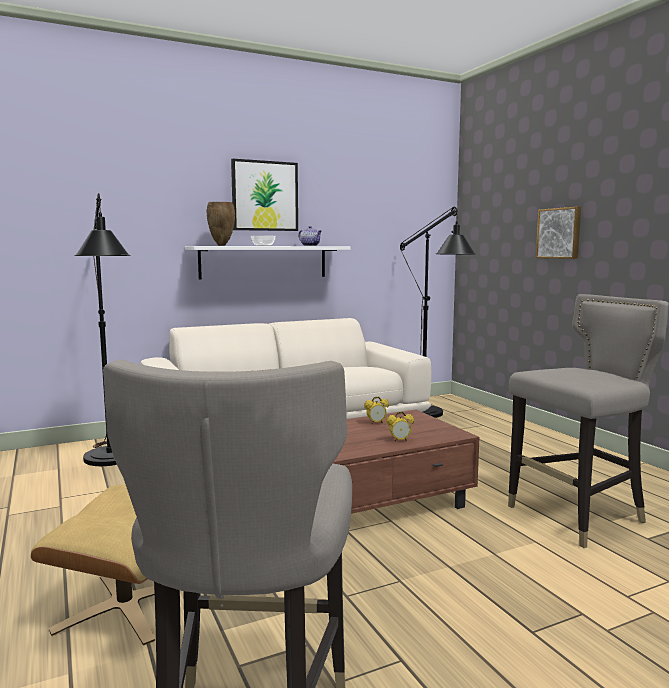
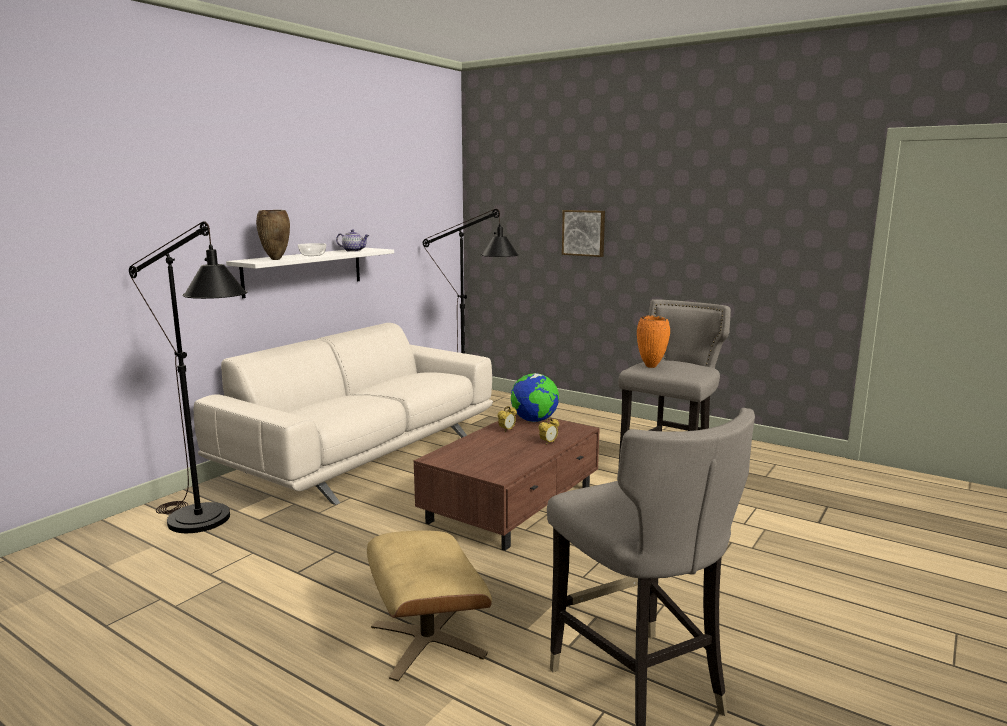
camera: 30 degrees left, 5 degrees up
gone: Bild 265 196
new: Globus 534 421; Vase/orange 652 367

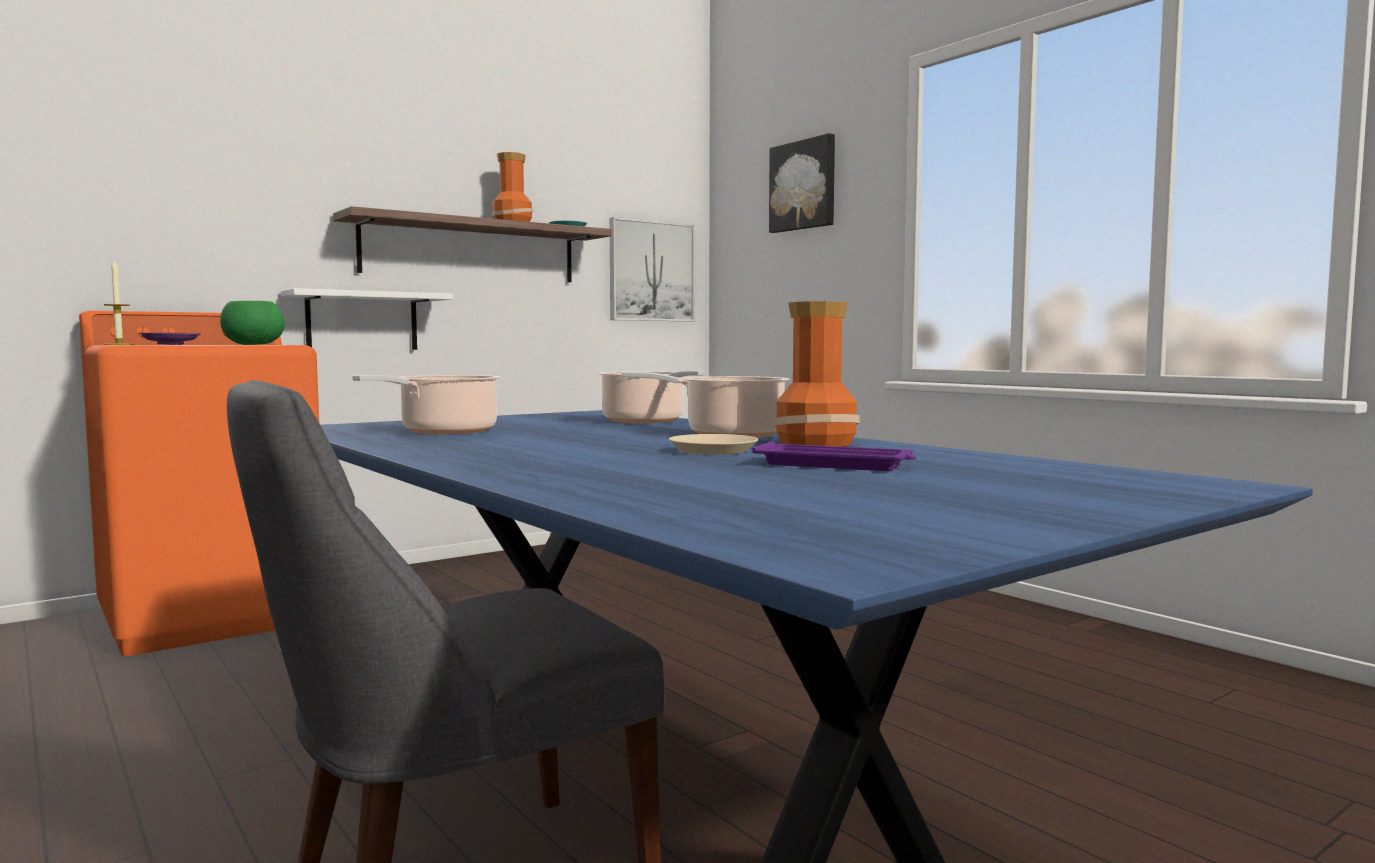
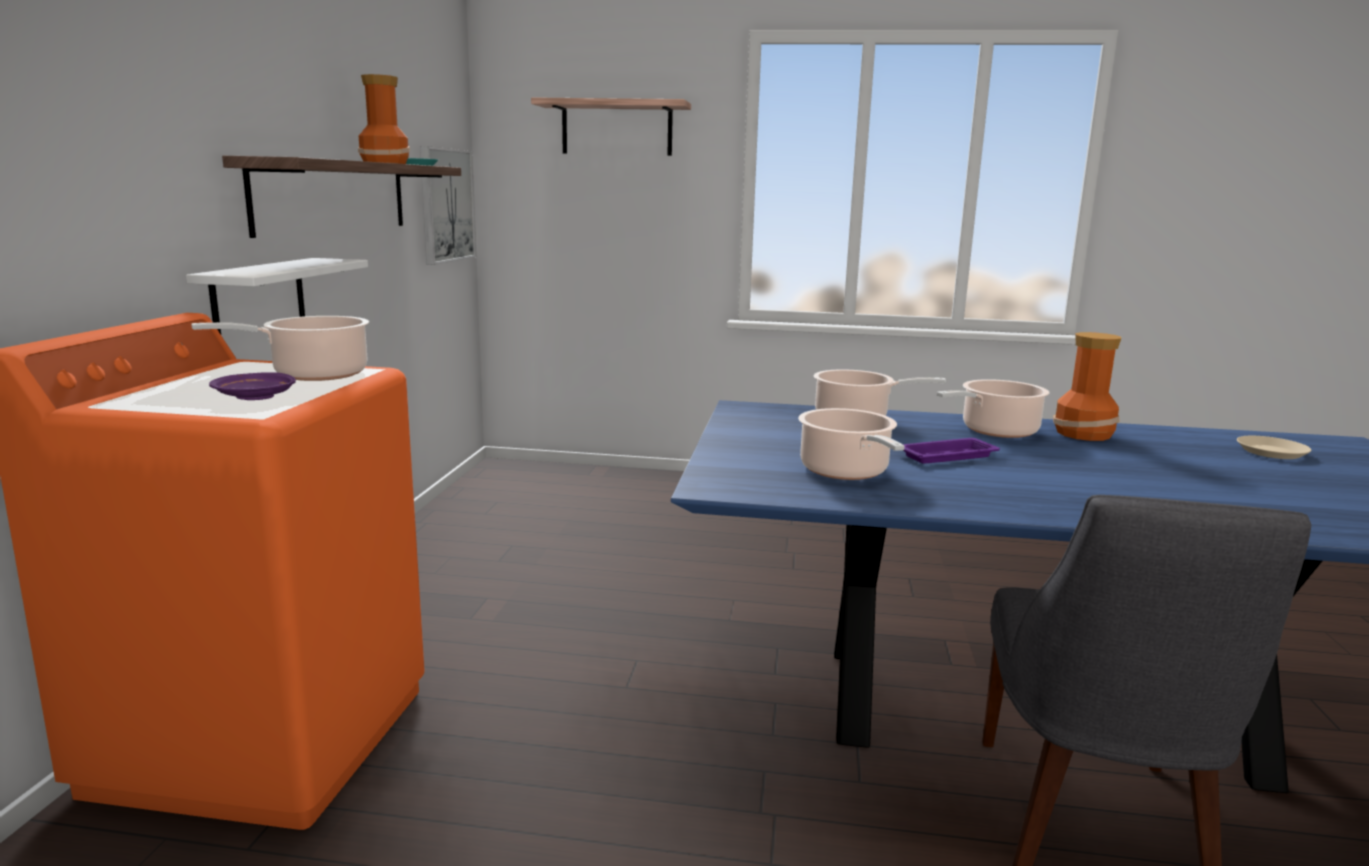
camera: 45 degrees left, 10 degrees up
gone: Kerze 119 344
shifted: Teller/beige 713 450 to 1271 452; Tablett/lila 835 465 to 948 456
swapped: Schüssel/grün 252 344 to Kochtopf 313 375; Bild 804 185 to Wandregal 617 128

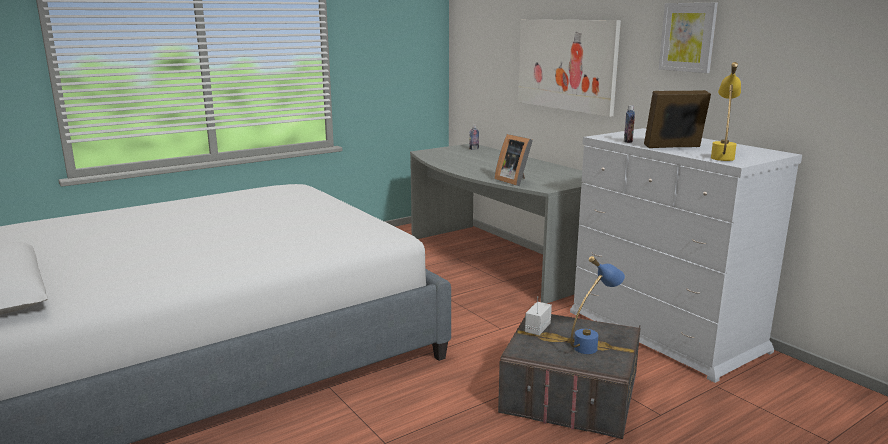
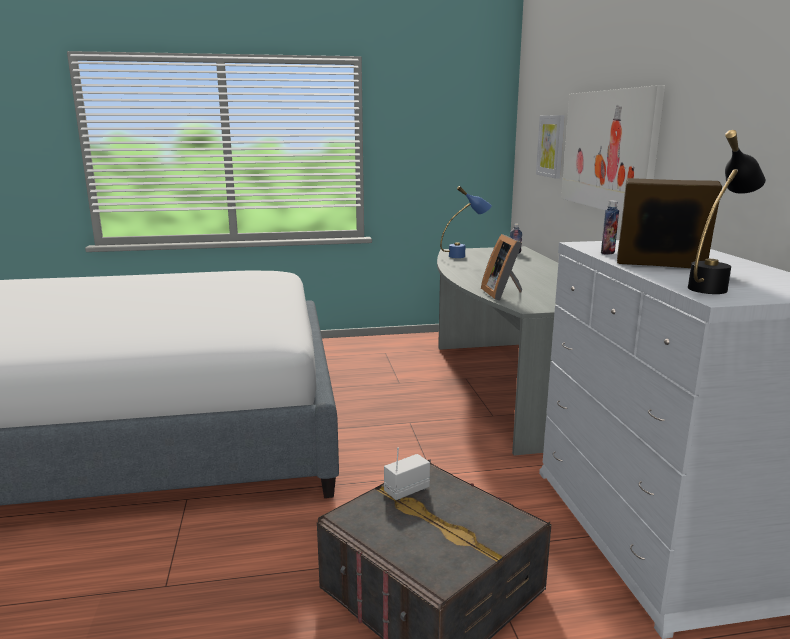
camera: 25 degrees right, 0 degrees up
shifted: Tischlampe/blau 592 344 to 464 256; Bild 688 37 to 551 146
repainted: Tischlampe/gelb 722 156 to Tischlampe/schwarz 714 286

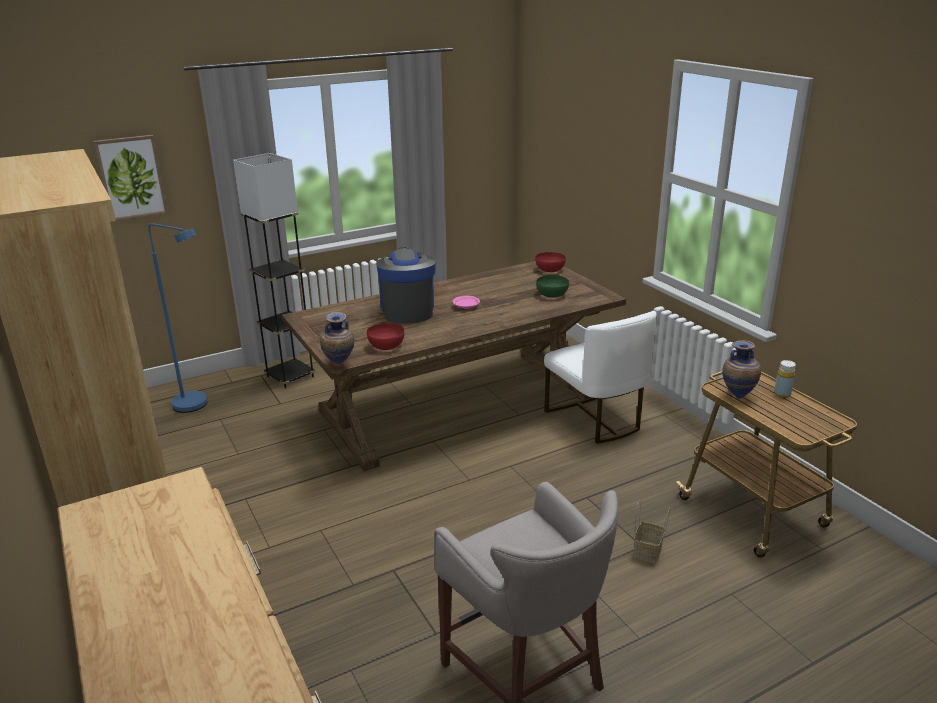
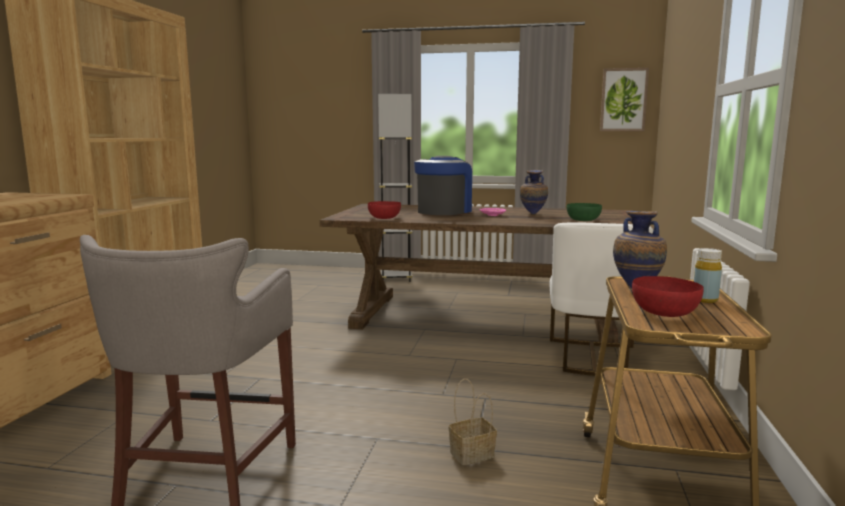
camera: 40 degrees right, 15 degrees down
gone: Stehlampe/blau 197 406
shifted: Bild 131 177 to 623 100; Vase 339 364 to 532 214; Schüssel/rot 549 270 to 663 312

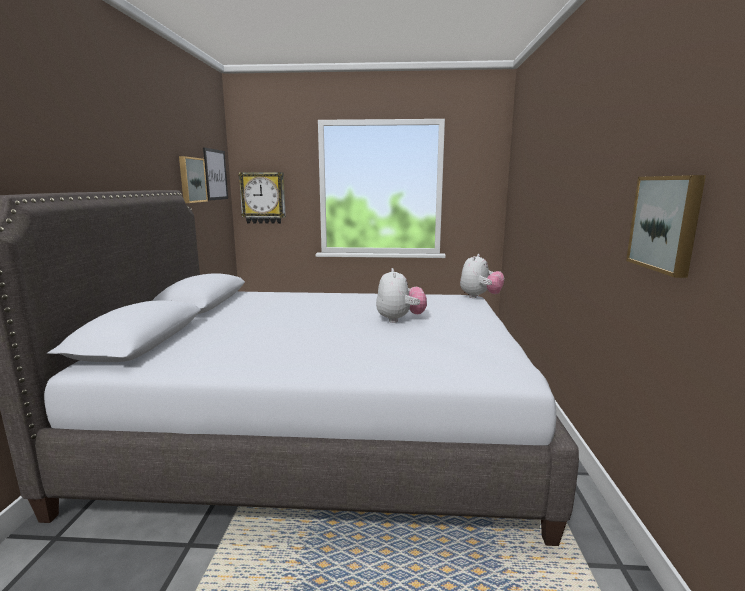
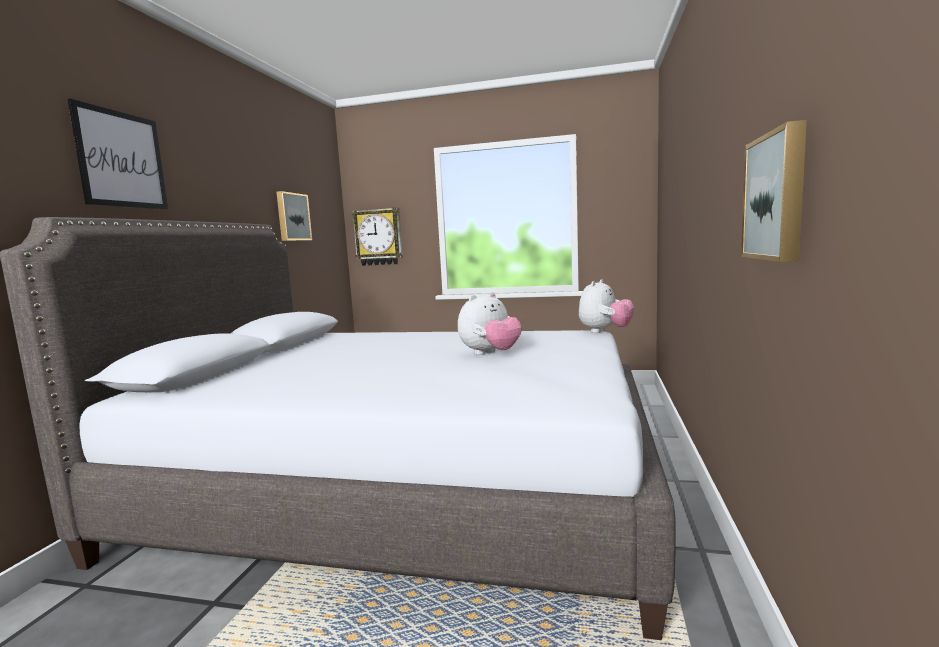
camera: 10 degrees right, 5 degrees down
shifted: Bild 215 174 to 121 159
rotated: Plüschtier 400 319 = 490 354 45 degrees clockwise

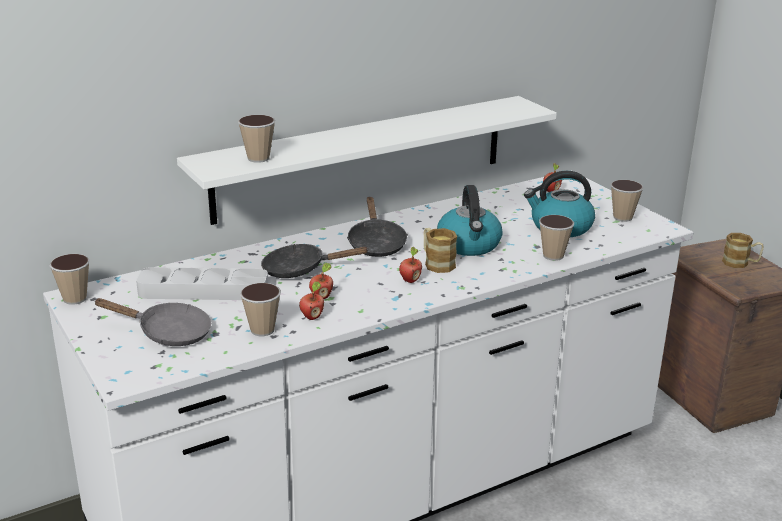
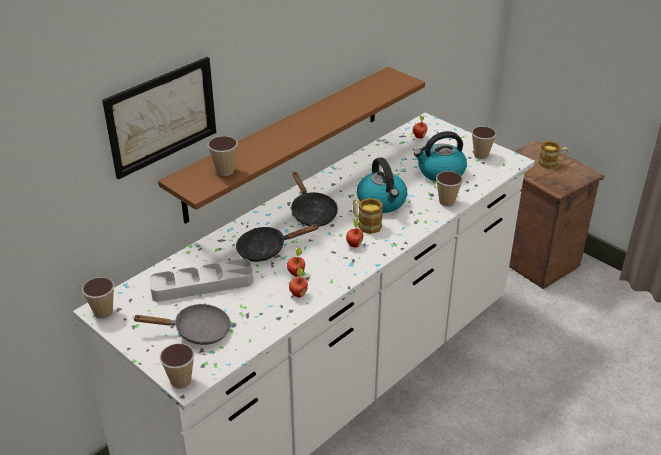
camera: 15 degrees left, 10 degrees up
new: Bild 162 116
shifted: Tasse 262 330 to 181 381
repainted: Wandregal/weiß 363 157 to Wandregal/braun 285 142

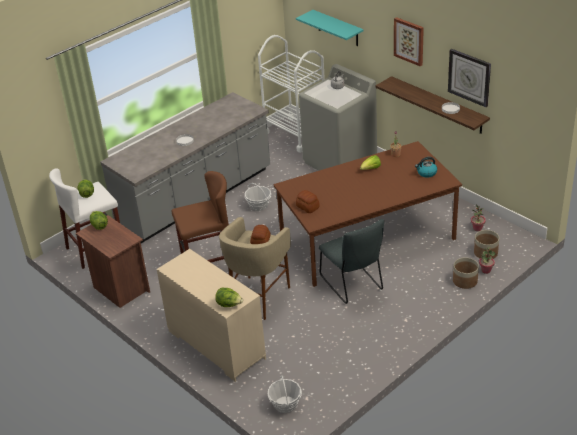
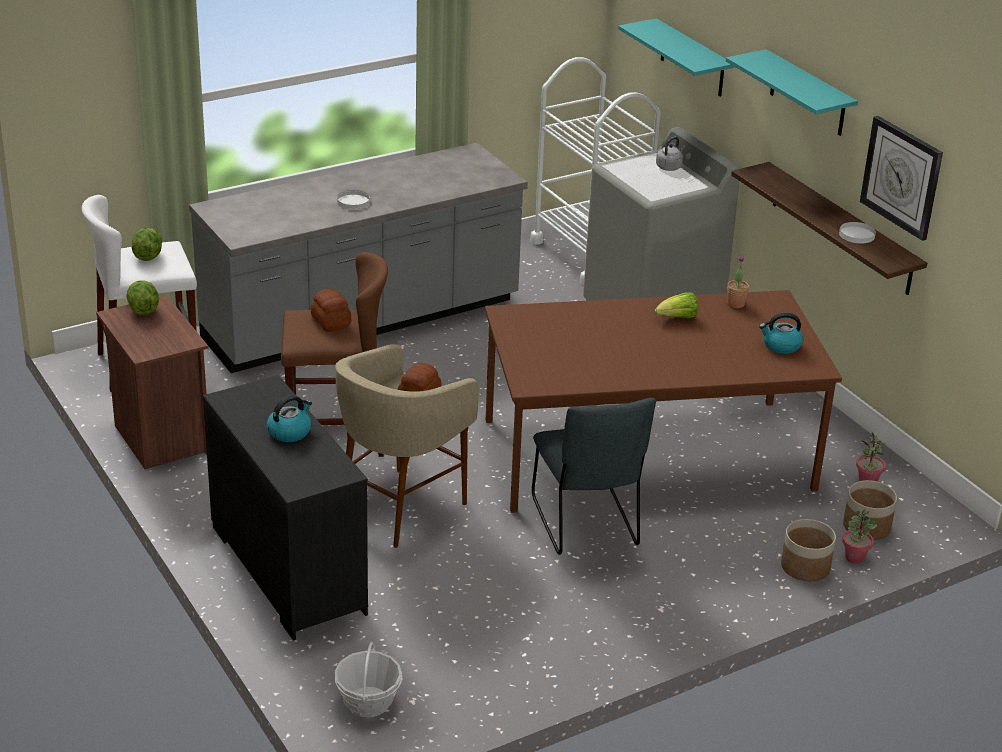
camera: 10 degrees right, 5 degrees down
gone: Salatkopf 229 305; Korb 259 205
new: Wasserkessel 290 432
shifted: Brot 307 207 to 330 322
swapped: Bild 409 41 to Wandregal/türkis 808 94
repainted: Kommode/beige 215 345 to Kommode/schwarz 286 570

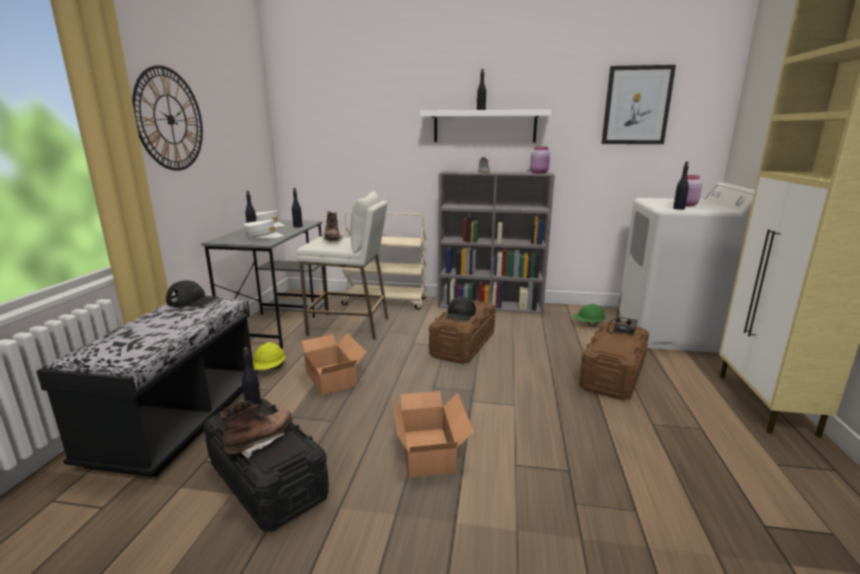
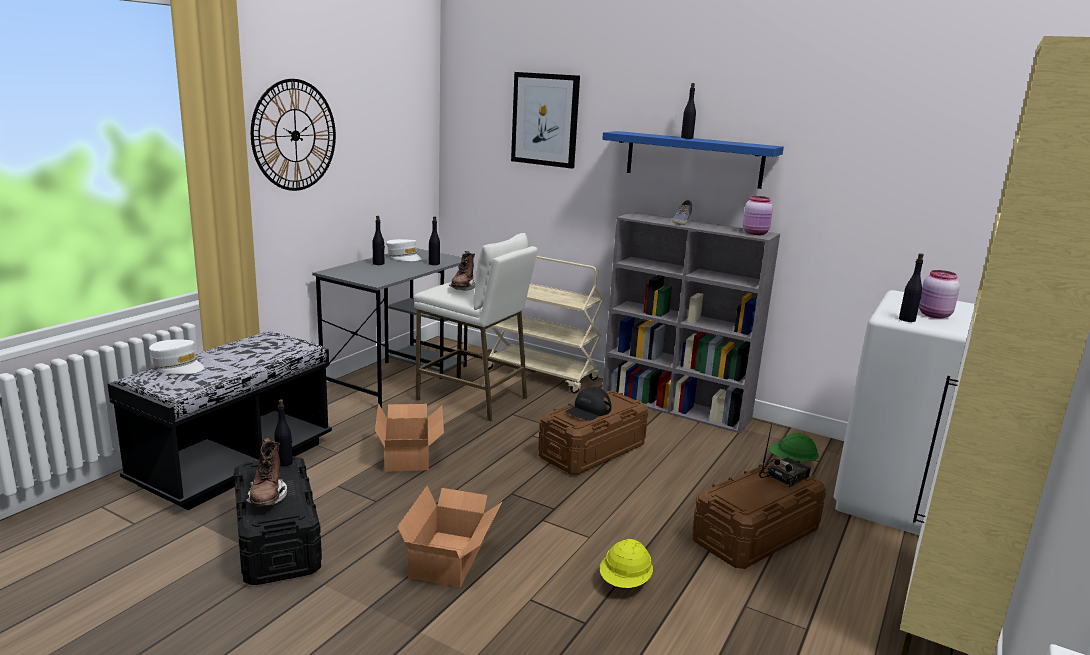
camera: 20 degrees right, 0 degrees up
gone: Kappe/schwarz 193 301
shifted: Kappe/weiß 264 236 to 178 366; Schutzhelm/gelb 269 369 to 625 582; Bild 636 105 to 545 119
repainted: Wandregal/weiß 484 126 to Wandregal/blau 693 159
rotated: Stiefel/braun 260 442 = 267 497 105 degrees clockwise

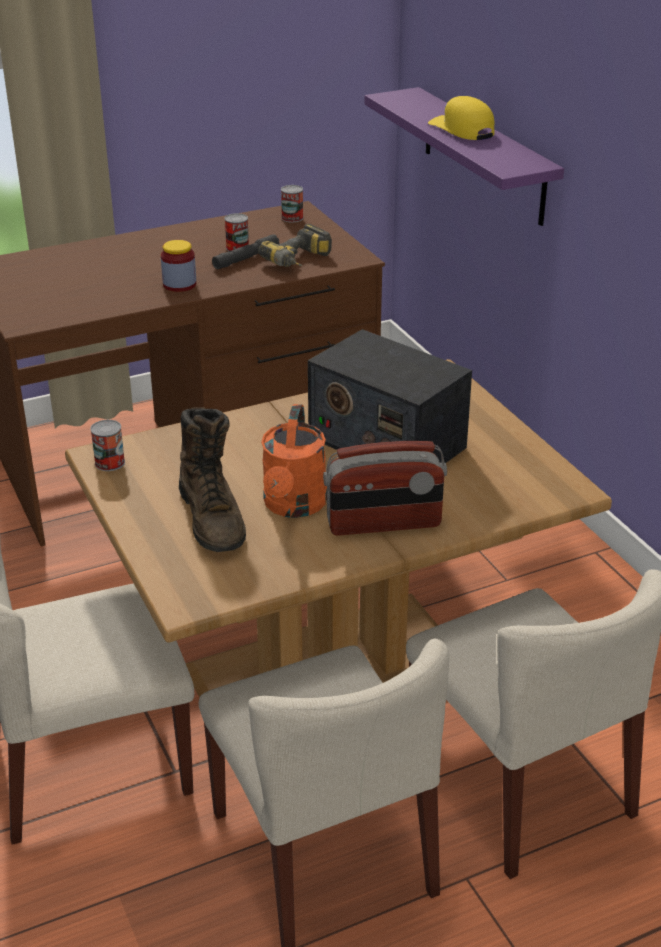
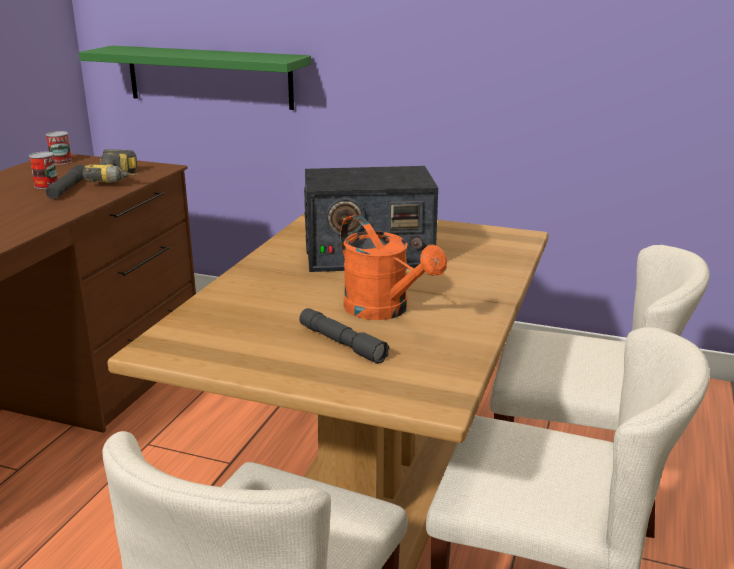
camera: 45 degrees left, 10 degrees down
gone: Dose 110 463; Vorratsglas 179 284; Radio 384 524; Kappe/gelb 462 129
swapped: Stiefel/braun 212 519 to Taschenlampe/grau 342 343
repainted: Wandregal/lila 483 155 to Wandregal/grün 209 77

